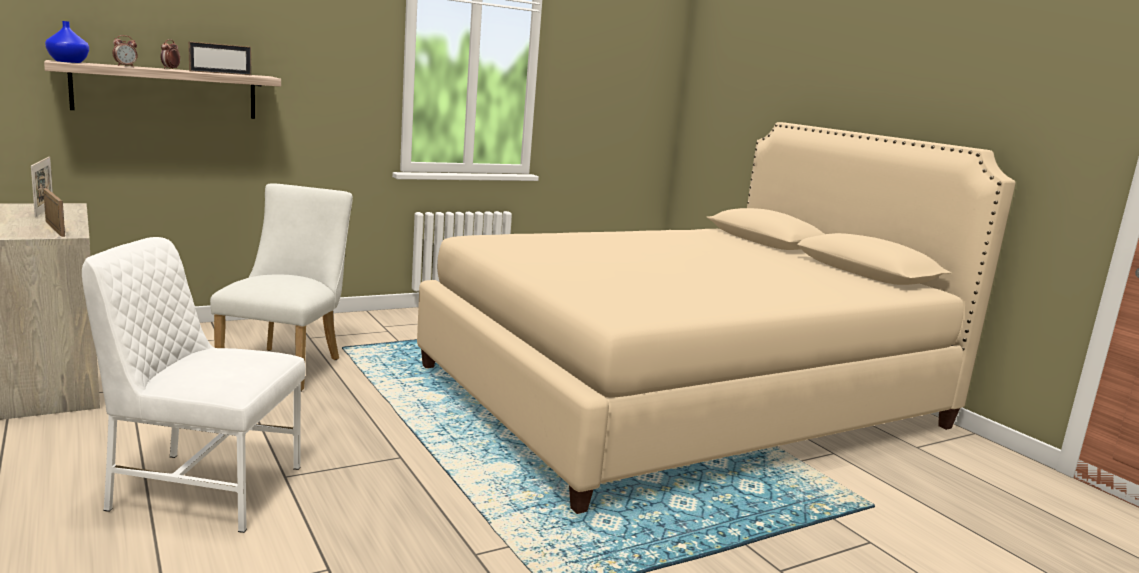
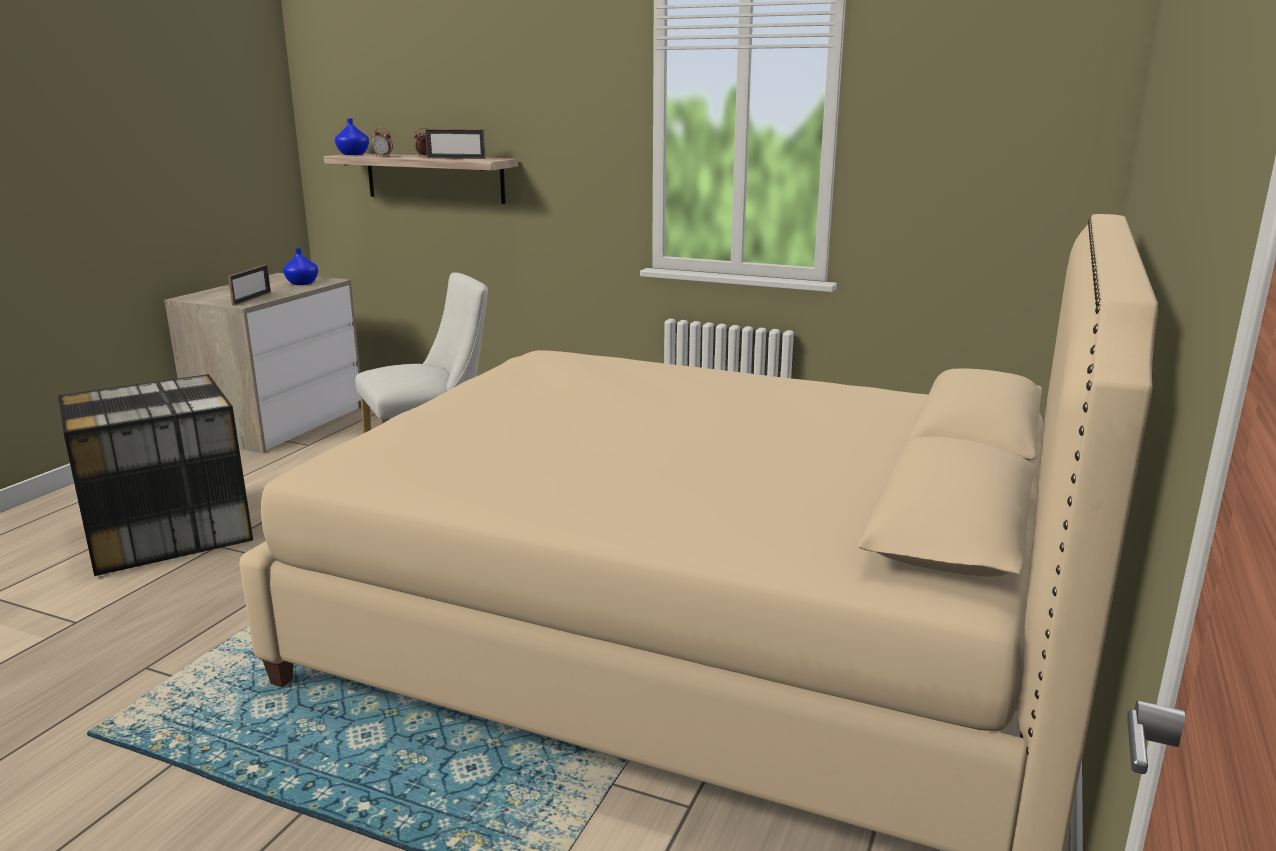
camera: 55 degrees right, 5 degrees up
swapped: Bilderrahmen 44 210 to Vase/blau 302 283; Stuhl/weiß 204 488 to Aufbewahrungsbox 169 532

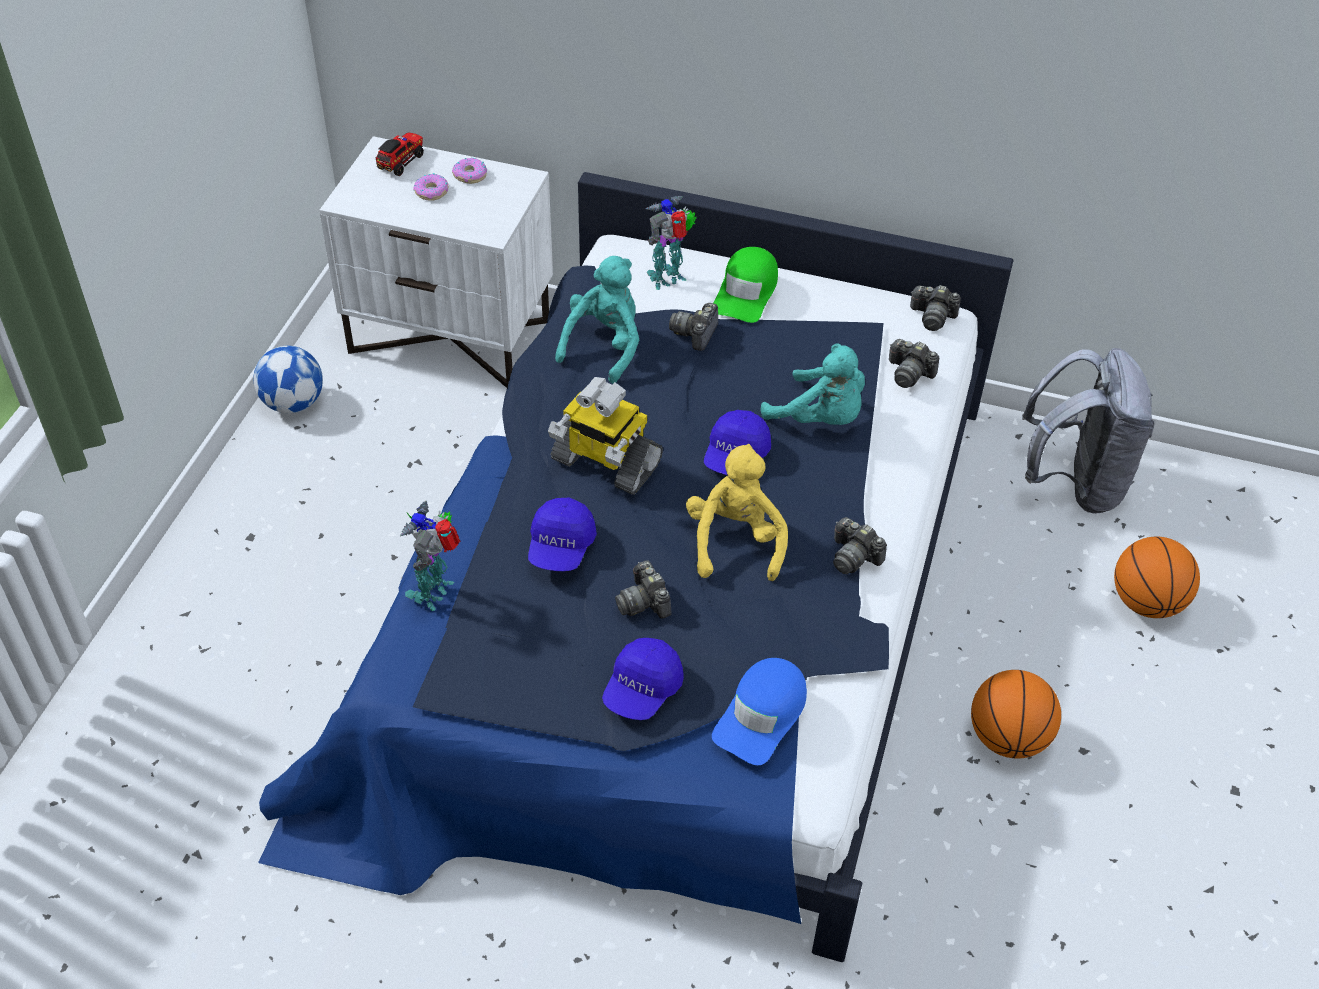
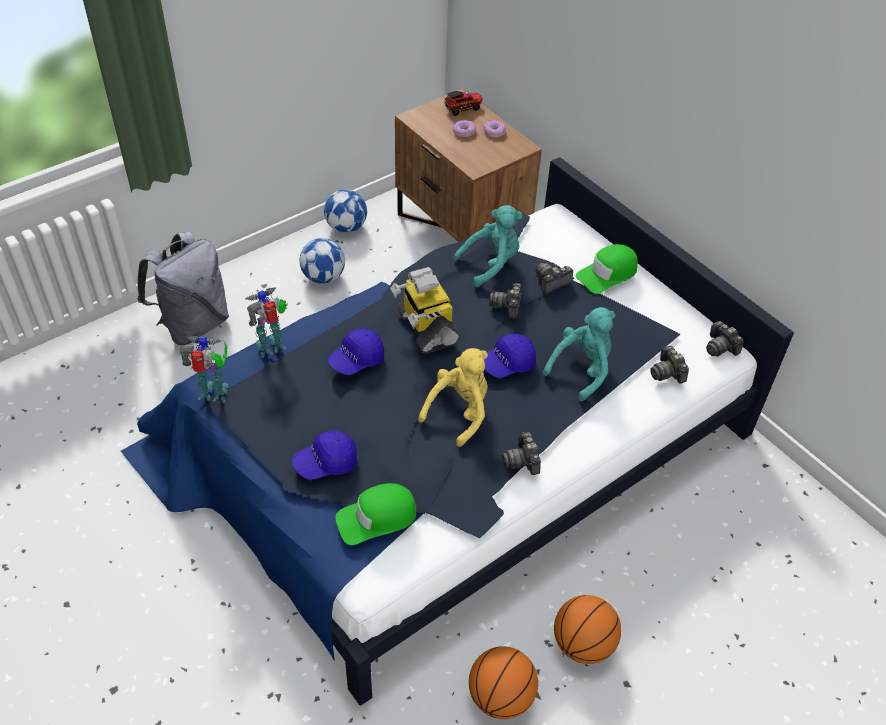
camera: 35 degrees right, 0 degrees up
new: Fußball 323 277
shifted: Kamera 644 602 to 507 306; Spielzeugroboter 669 279 to 214 395; Rucksack/grau 1075 482 to 193 324; Basketball 1146 602 to 500 697
repainted: Nachttisch/weiß 451 335 to Nachttisch/braun 461 231; Kappe/blau 762 716 to Kappe/grün 376 518
rotated: Plüschtier/türkis 820 418 = 582 370 120 degrees counterclockwise

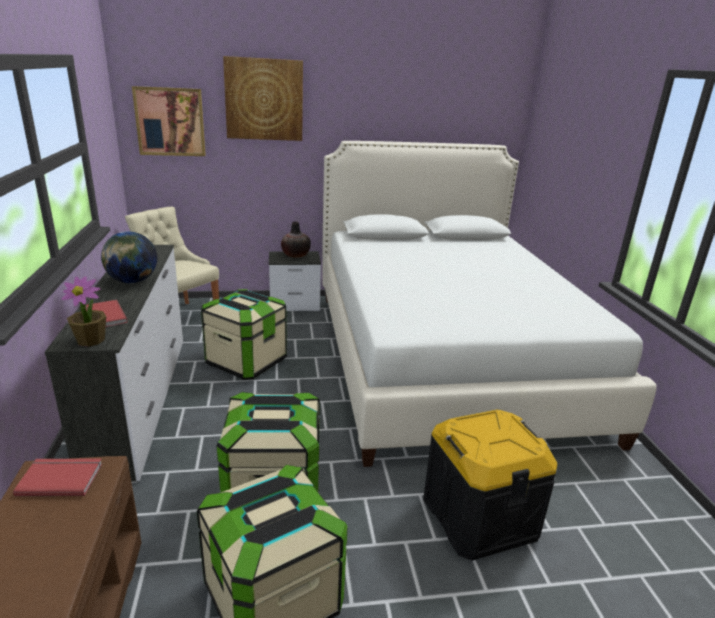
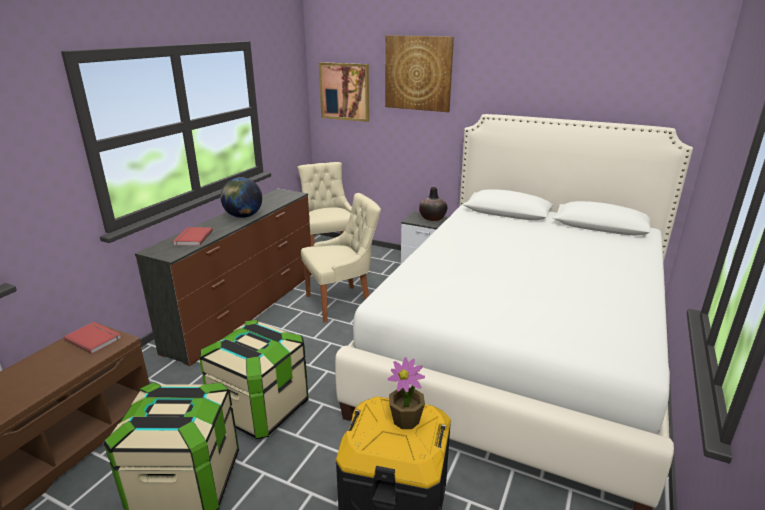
camera: 35 degrees right, 0 degrees up
shifted: Topfpflanze 91 340 to 406 420
swapped: Aufbewahrungsbox 246 362 to Stuhl/beige 342 302
repainted: Kommode/weiß 141 399 to Kommode/braun 246 309

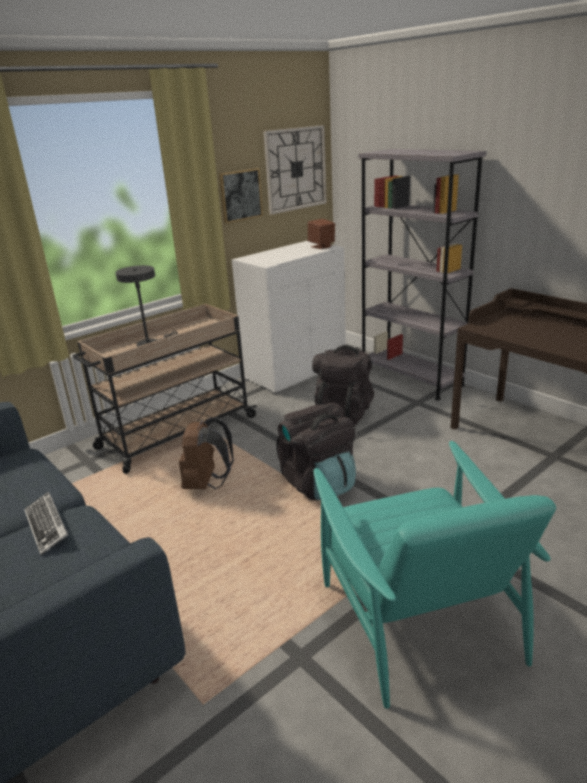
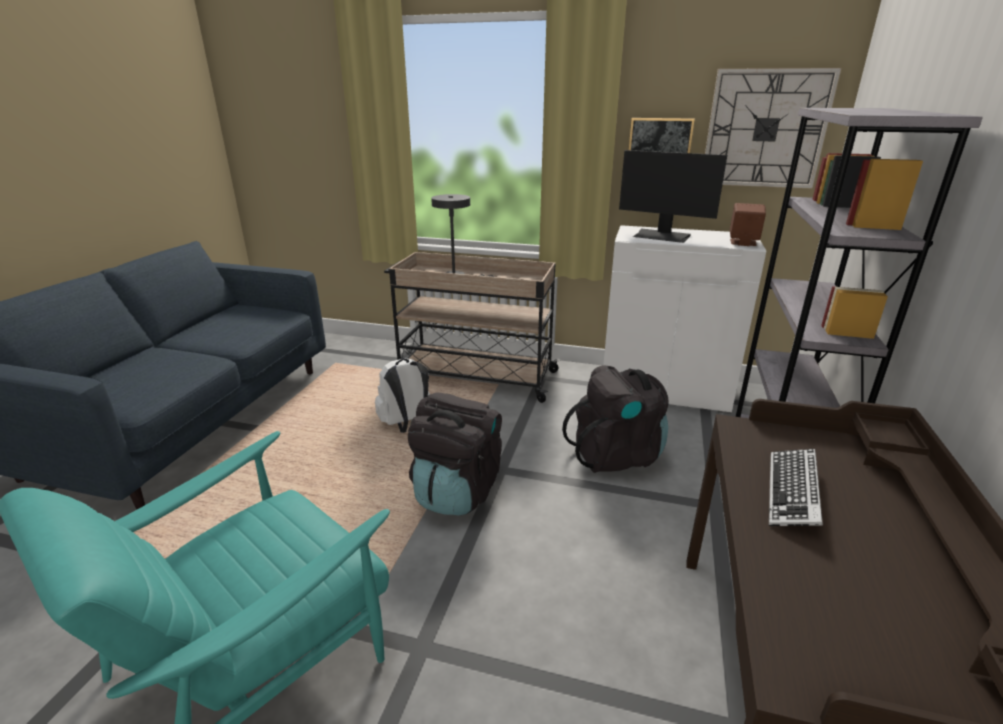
camera: 55 degrees right, 0 degrees up
new: Monitor 662 236
shifted: Tastatur 47 527 to 792 493
repainted: Rucksack/braun 207 484 to Rucksack/weiß 407 425

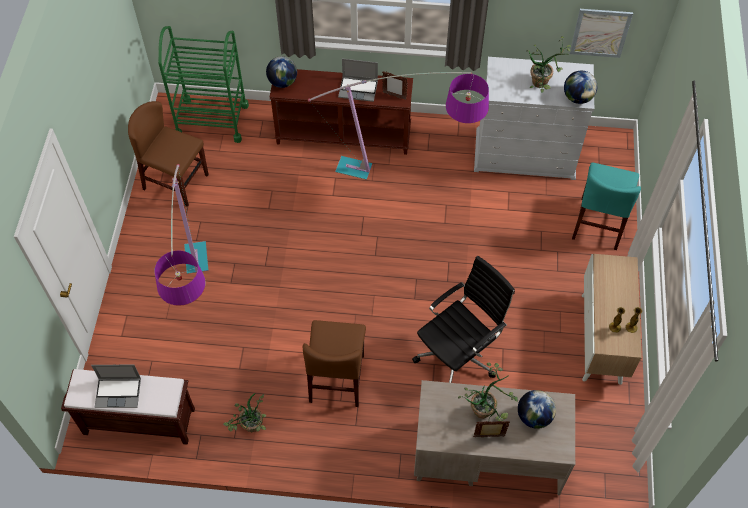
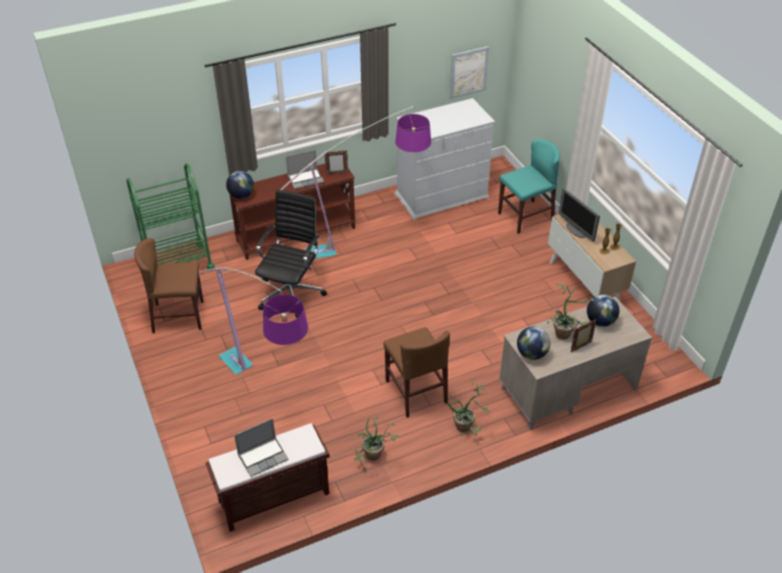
camera: 30 degrees left, 15 degrees down
new: Monitor 576 230
shifted: Bürostuhl/schwarz 458 355 to 292 293; Topfpflanze 543 84 to 467 427; Globus 577 97 to 531 354
rotated: Stuhl/türkis 598 223 = 525 217 105 degrees counterclockwise

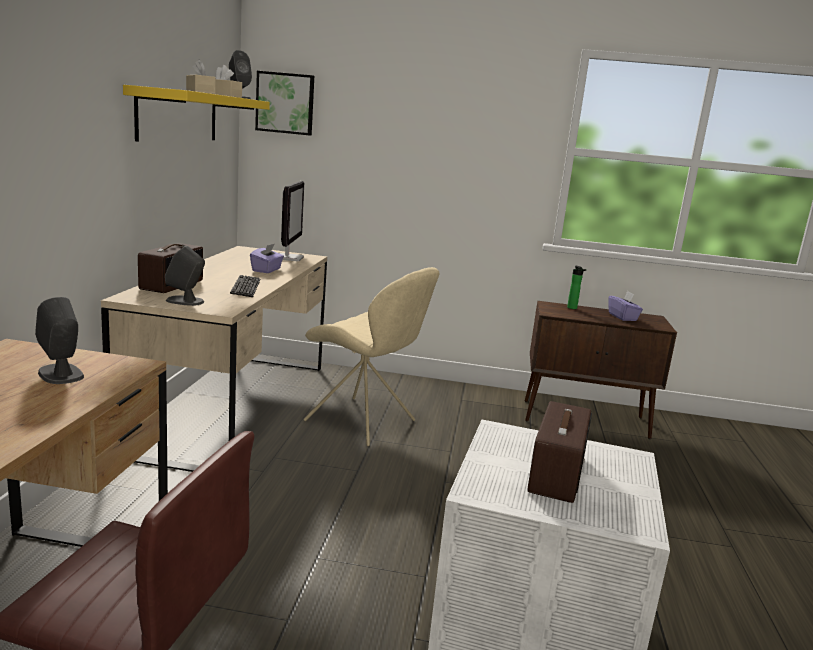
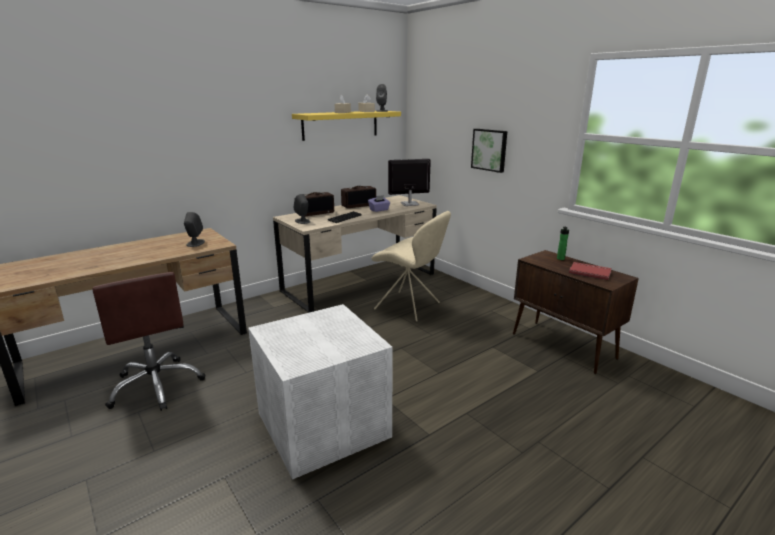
camera: 45 degrees right, 5 degrees up
shifted: Bild 285 103 to 490 150; Radio 555 473 to 359 205
swapped: Taschentuchbox/lila 623 317 to Buch/rot 590 272
rotated: Monitor 288 258 = 409 204 150 degrees counterclockwise; Stuhl/beige 363 422 = 409 306 45 degrees counterclockwise

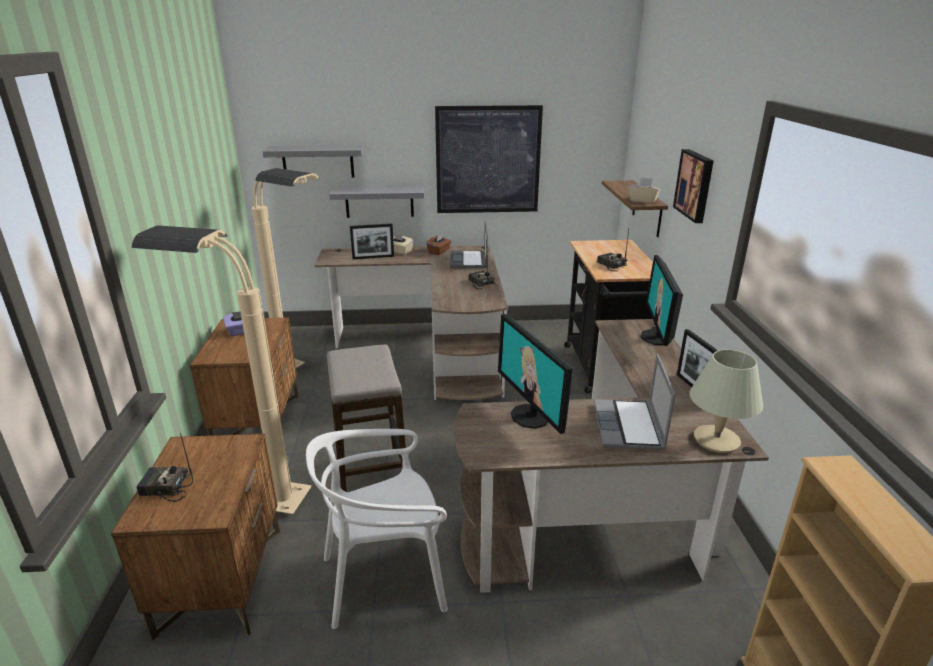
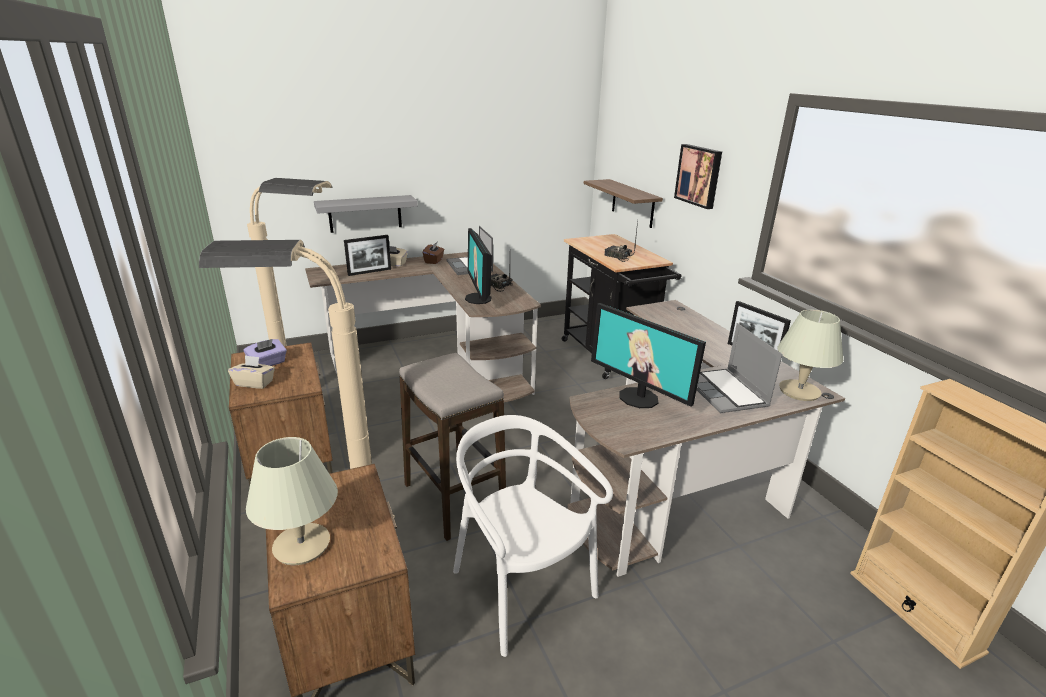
camera: 20 degrees left, 0 degrees up
gone: Wandregal/grau 318 161; Bild 488 160
shifted: Taschentuchbox/beige 643 200 to 255 383; Monitor 657 337 to 479 298
swapped: Radio 165 489 to Tischlampe/beige 301 545
rotated: Stuhl/weiß 384 578 = 521 588 90 degrees clockwise

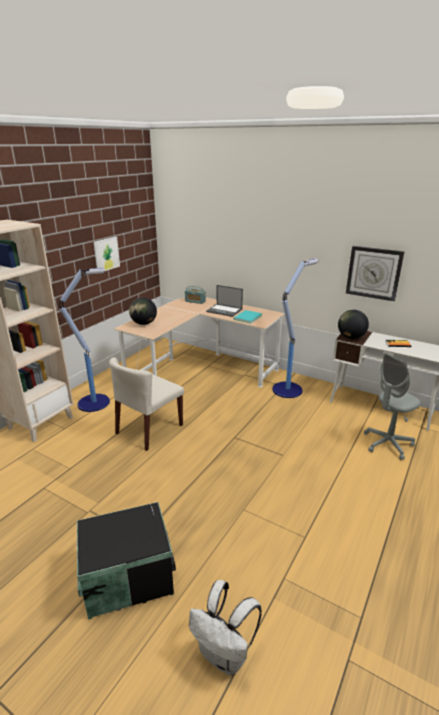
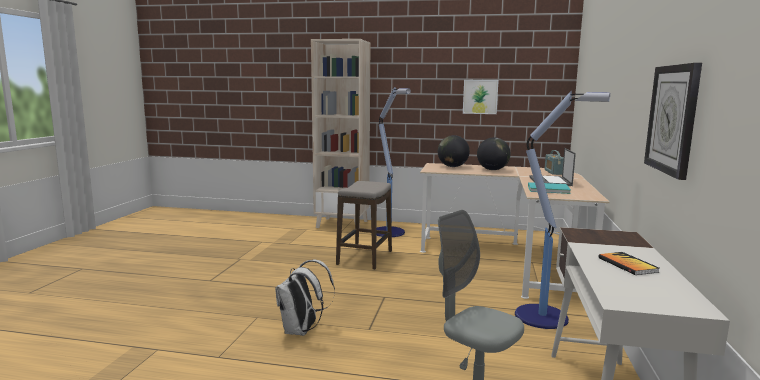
camera: 70 degrees right, 15 degrees down
gone: Aufbewahrungsbox/schwarz 126 574
shifted: Rucksack/weiß 225 654 to 302 331; Globus 351 337 to 492 170
swapped: Stuhl/beige 149 429 to Hocker 364 258

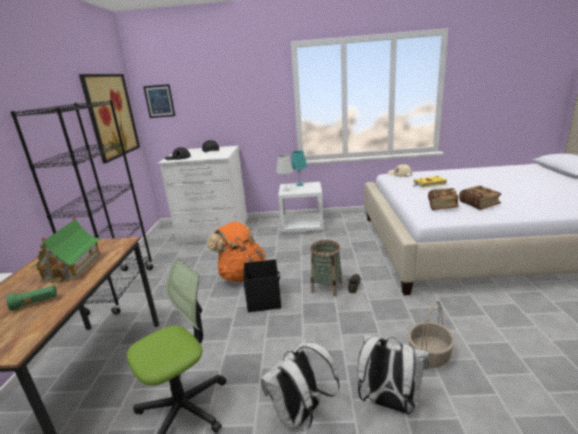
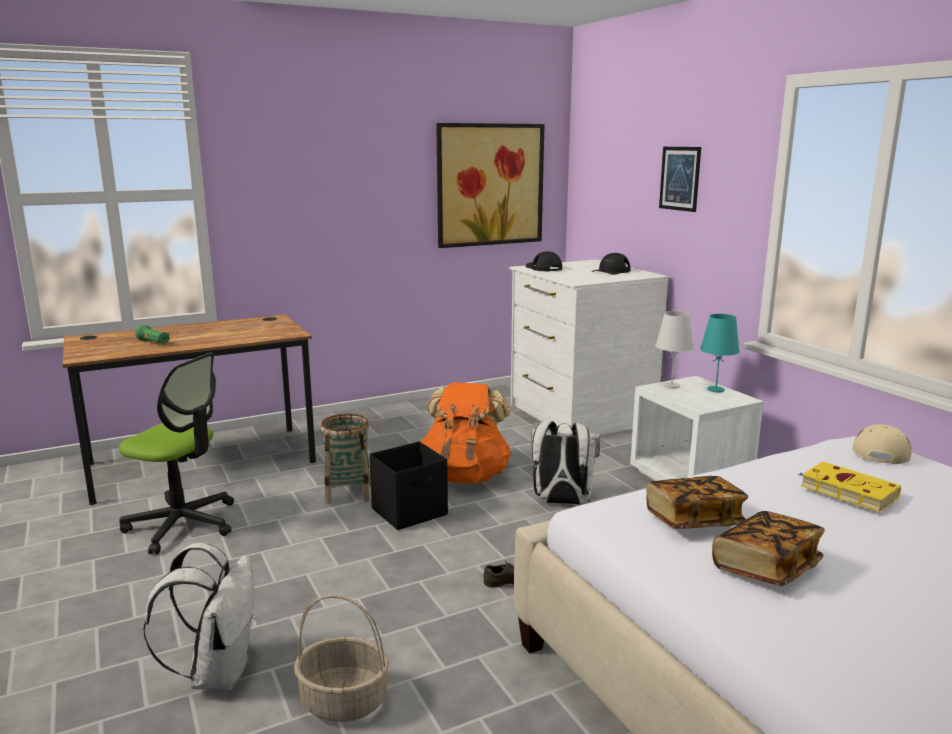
camera: 60 degrees right, 5 degrees down
gone: Bücherregal/schwarz 121 290; Spielzeughaus 73 267
shifted: Bild 159 101 to 679 178; Rucksack/weiß 300 415 to 561 502; Korb 326 287 to 348 493

